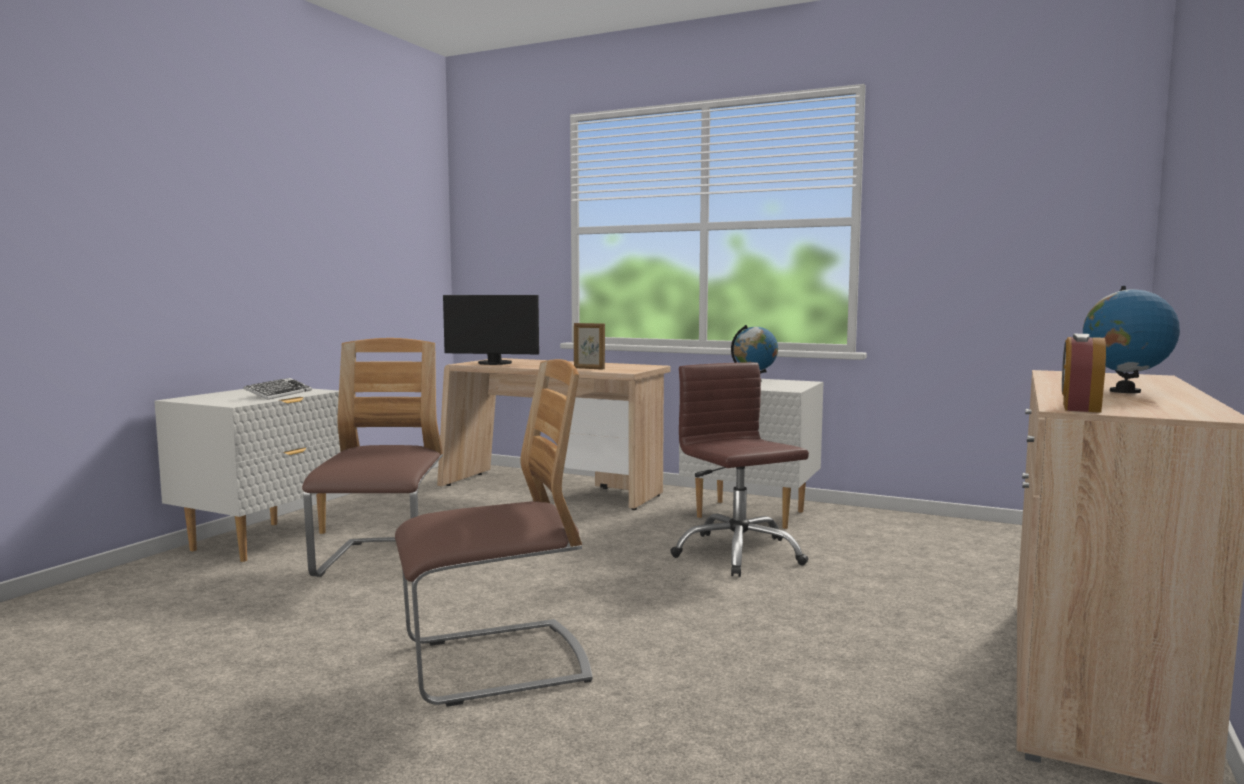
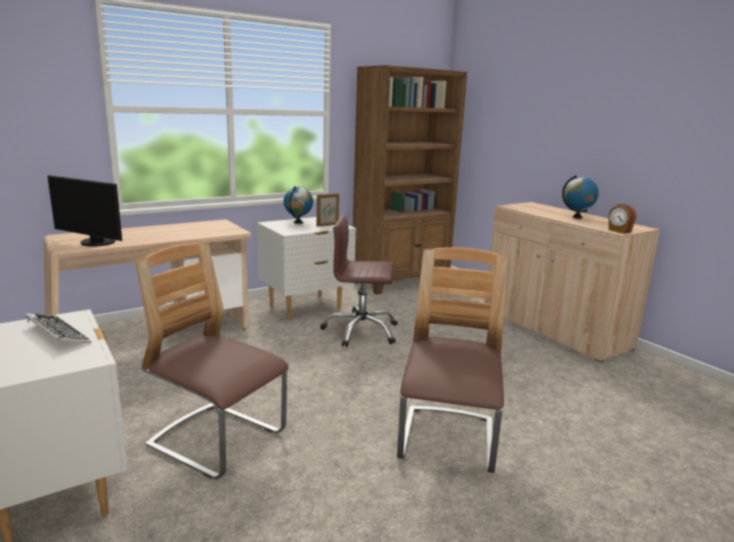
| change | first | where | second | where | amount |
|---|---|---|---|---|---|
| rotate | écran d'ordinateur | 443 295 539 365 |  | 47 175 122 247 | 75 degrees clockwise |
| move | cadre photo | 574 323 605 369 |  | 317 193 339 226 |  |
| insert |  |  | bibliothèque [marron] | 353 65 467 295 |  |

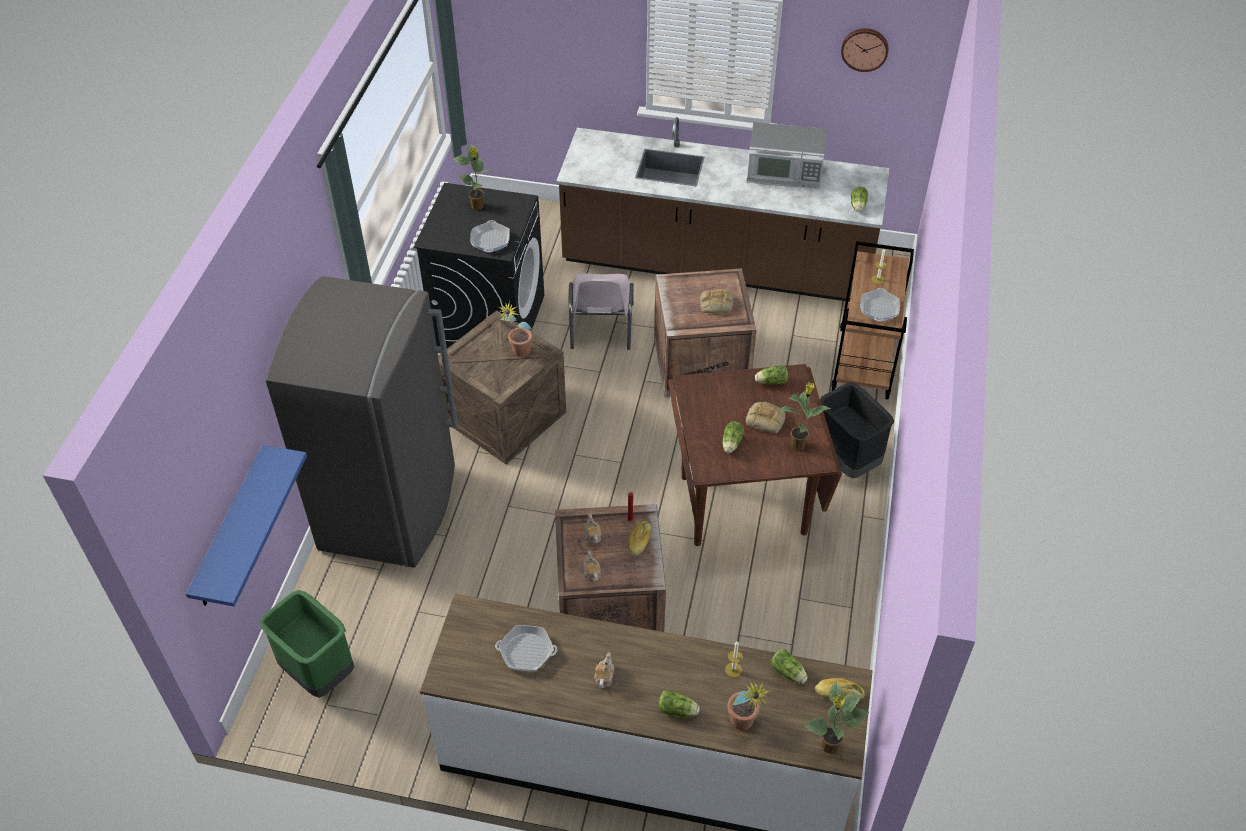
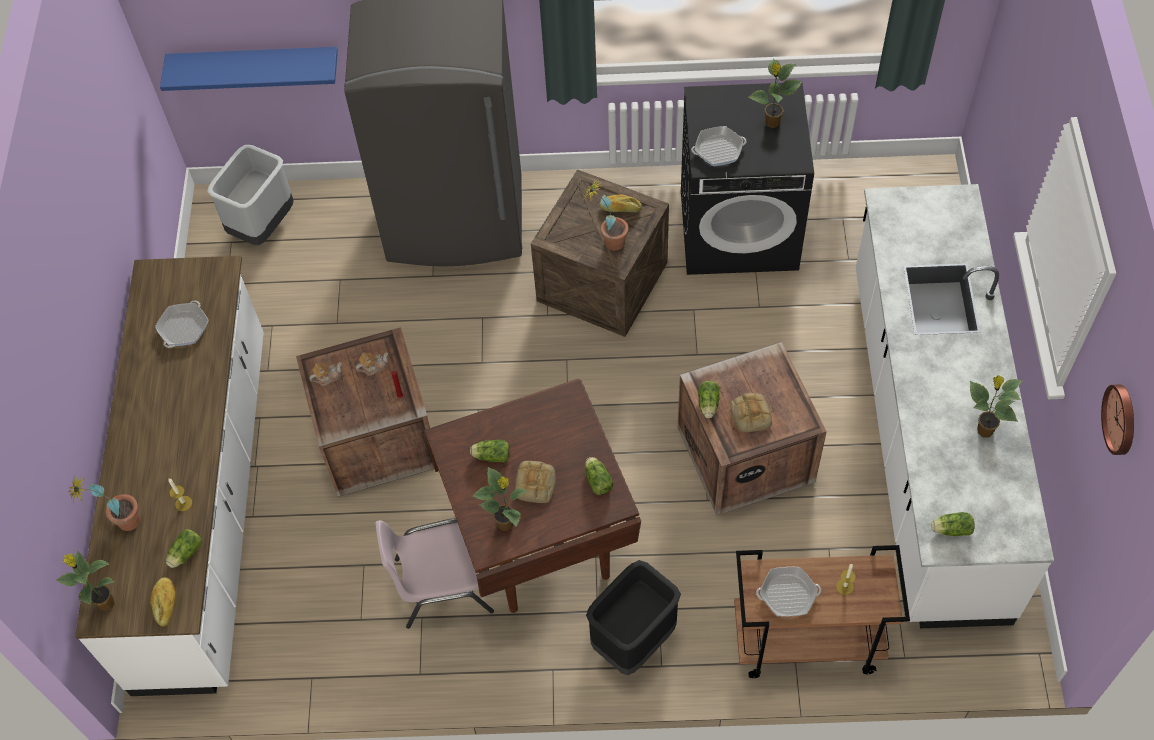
| change | first | where | second | where | amount |
|---|---|---|---|---|---|
| rotate | poêle | 495 625 557 671 |  | 155 300 209 348 | 150 degrees counterclockwise |
| recolor | poubelle [vert] | 259 590 354 698 | poubelle [gris] | 207 145 294 245 |  |
| move | chaise [rose] | 569 273 634 350 |  | 375 519 494 629 |  |
| move | pain | 628 521 651 556 |  | 599 194 642 212 |  |
| move | laitue | 658 690 700 717 |  | 698 381 720 418 |  |
| recolor | comptoir de cuisine [marron] | 556 117 889 302 | comptoir de cuisine [blanc] | 856 184 1054 628 |  |
| replace | micro-ondes | 747 122 827 190 | plante en pot | 970 375 1023 438 |  |
| delete | théière | 594 652 614 689 |  |  |  |

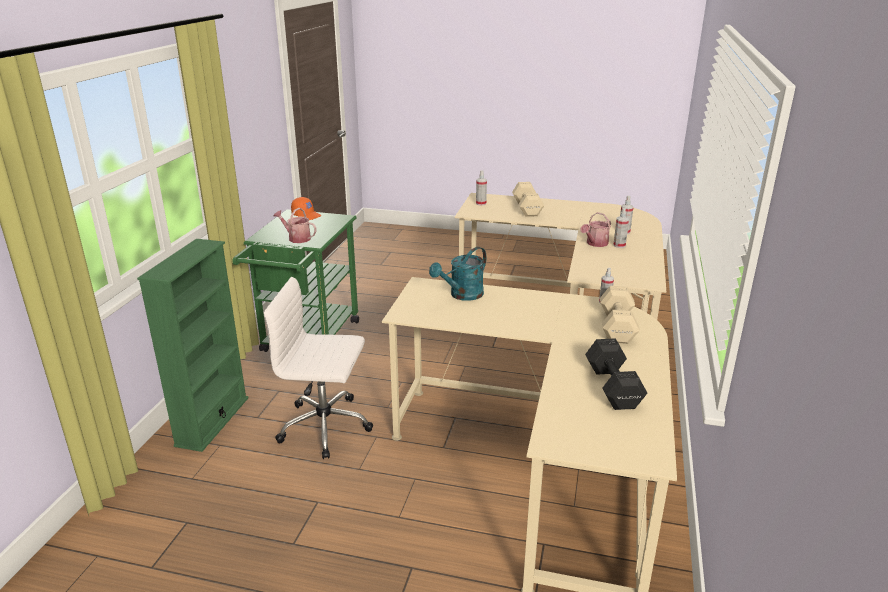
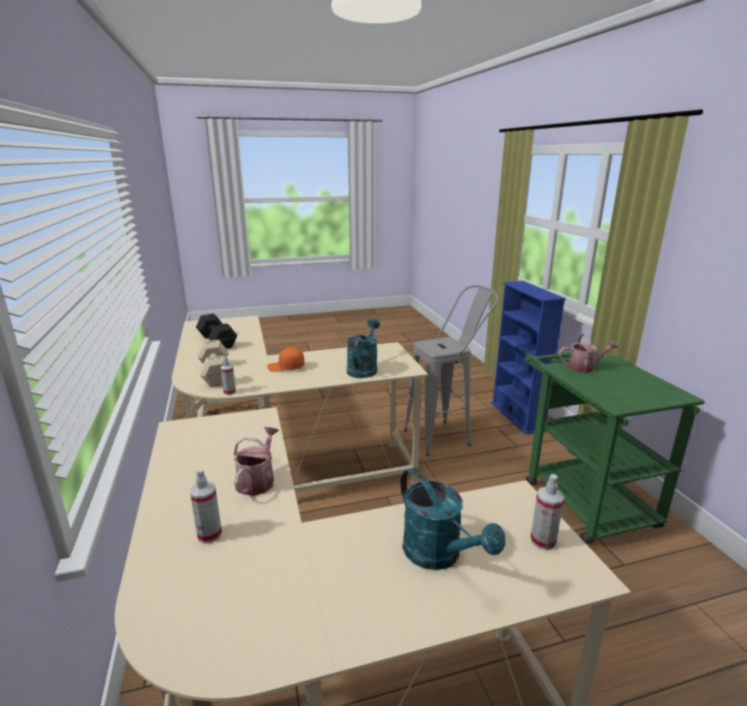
| change | first | where | second | where | amount |
|---|---|---|---|---|---|
| move | casquette [orange] | 291 197 321 220 |  | 267 347 304 372 |  |
| replace | haltère [beige] | 512 182 544 217 | arrosoir [turquoise] | 400 468 505 570 |  |
| replace | chaise de bureau [blanc] | 264 277 373 459 | tabouret [gris] | 404 285 498 456 |  |
| recolor | bibliothèque [vert] | 137 239 248 452 | bibliothèque [bleu] | 491 281 566 435 |  |
| delete | vaporisateur | 613 208 629 248 |  |  |  |

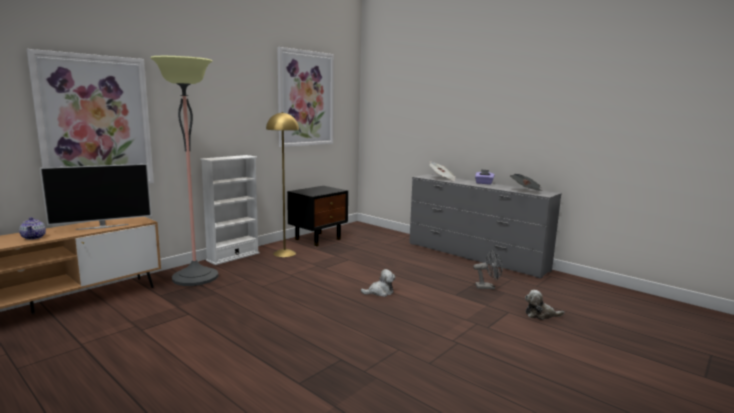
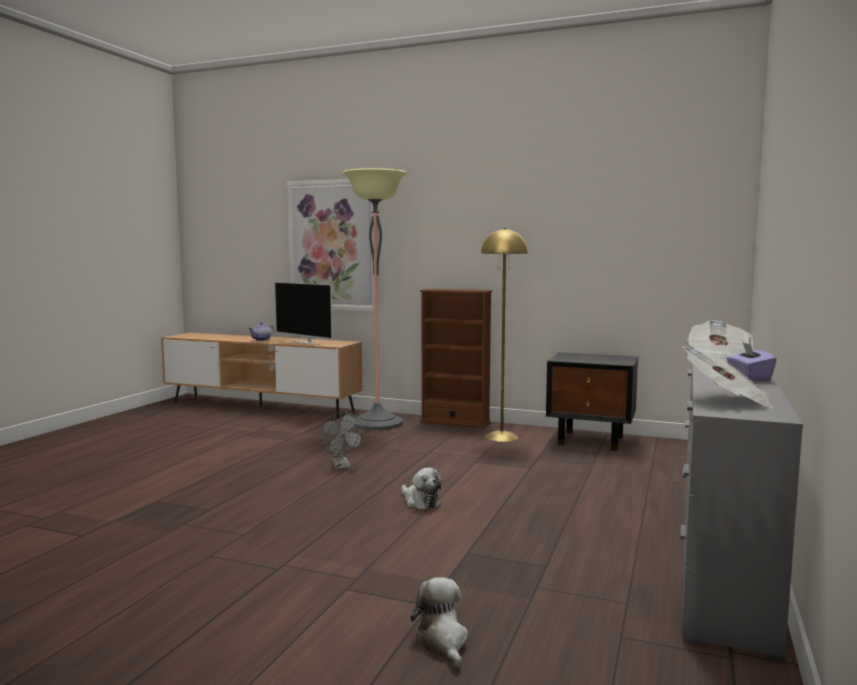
| change | first | where | second | where | amount |
|---|---|---|---|---|---|
| move | ventilateur [gris] | 473 250 502 289 |  | 320 412 364 470 |  |
| recolor | bibliothèque [blanc] | 200 155 260 265 | bibliothèque [marron] | 420 289 492 428 |  |
| delete | tableau | 277 47 334 147 |  |  |  |

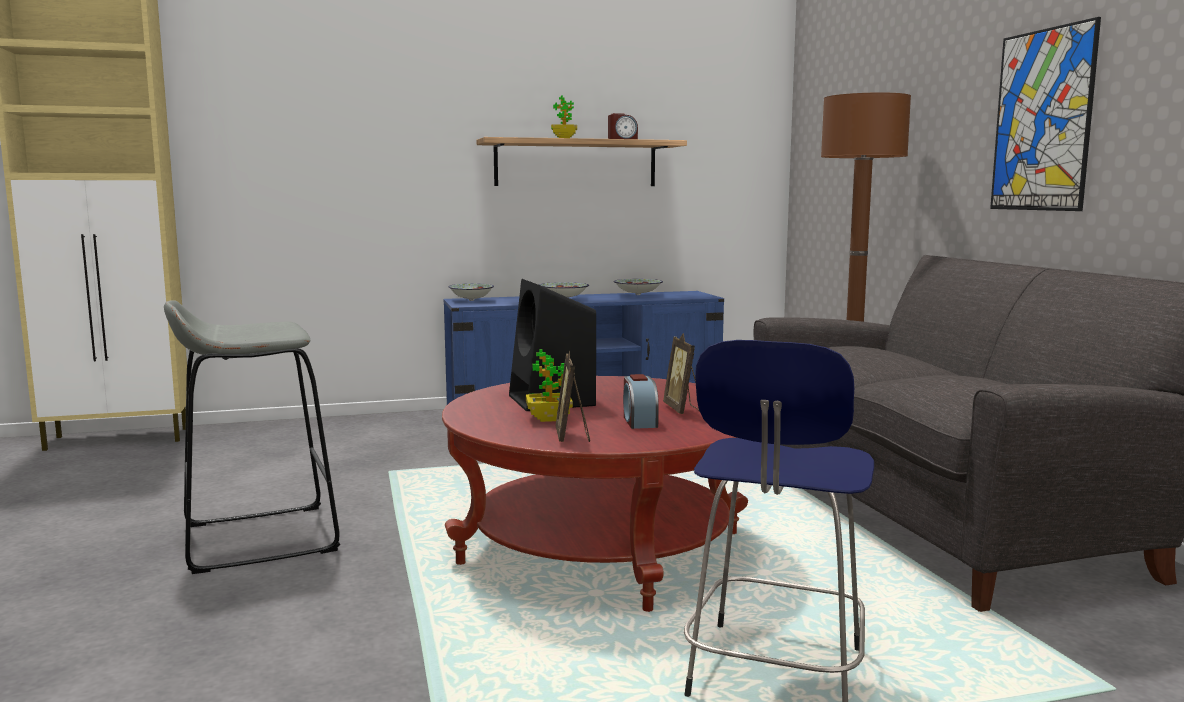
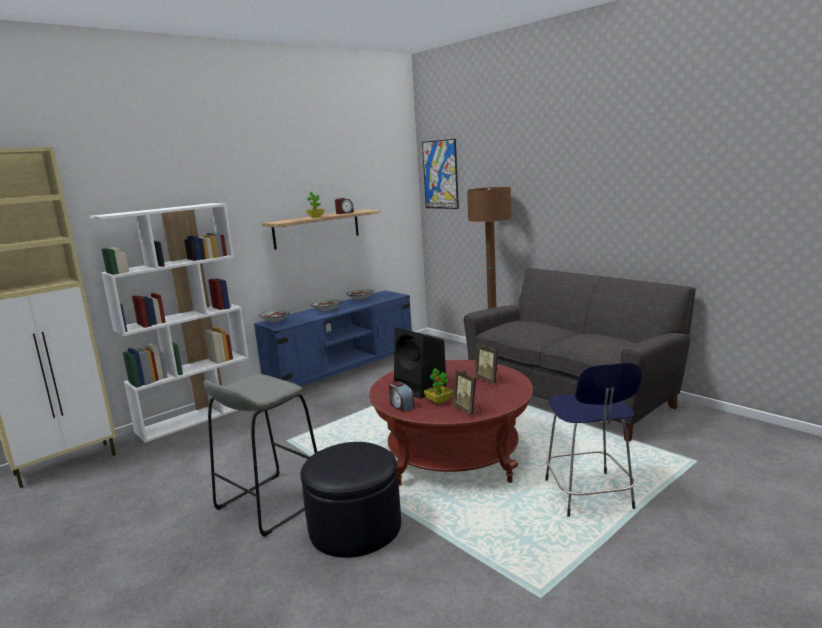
| change | first | where | second | where | amount |
|---|---|---|---|---|---|
| insert |  |  | bibliothèque [blanc] | 90 203 249 443 |  |
| insert |  |  | pouf [noir] | 300 442 401 558 |  |
| move | réveil | 623 374 659 429 |  | 389 381 414 412 |  |
| move | tableau | 990 17 1101 211 |  | 422 139 459 209 |  |

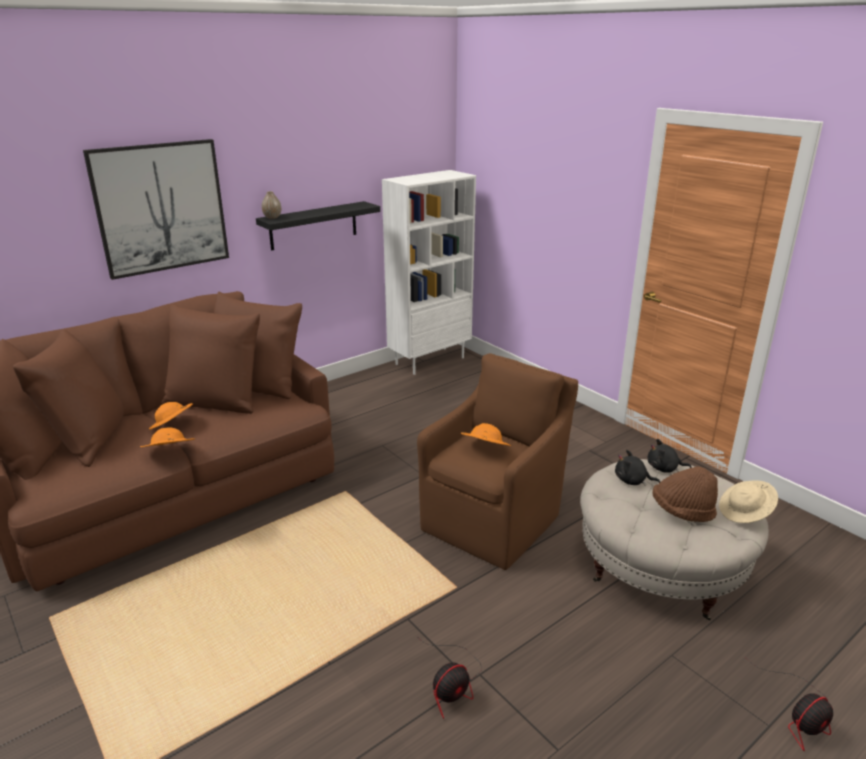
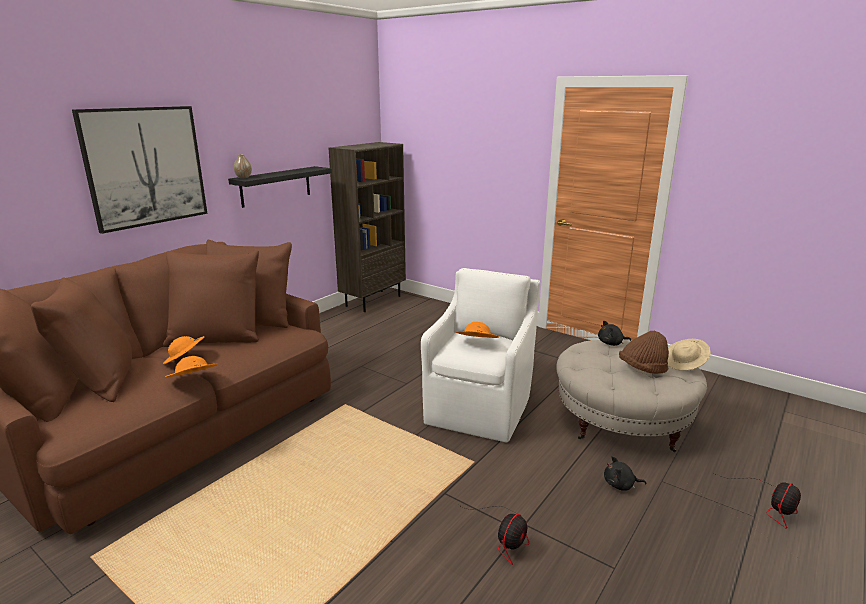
| change | first | where | second | where | amount |
|---|---|---|---|---|---|
| recolor | bibliothèque [blanc] | 382 170 476 375 | bibliothèque [marron] | 328 142 406 312 |  |
| recolor | fauteuil [marron] | 417 353 578 570 | fauteuil [blanc] | 421 268 541 443 |  |
| move | peluche [noir] | 615 450 660 486 |  | 604 456 647 491 |  |

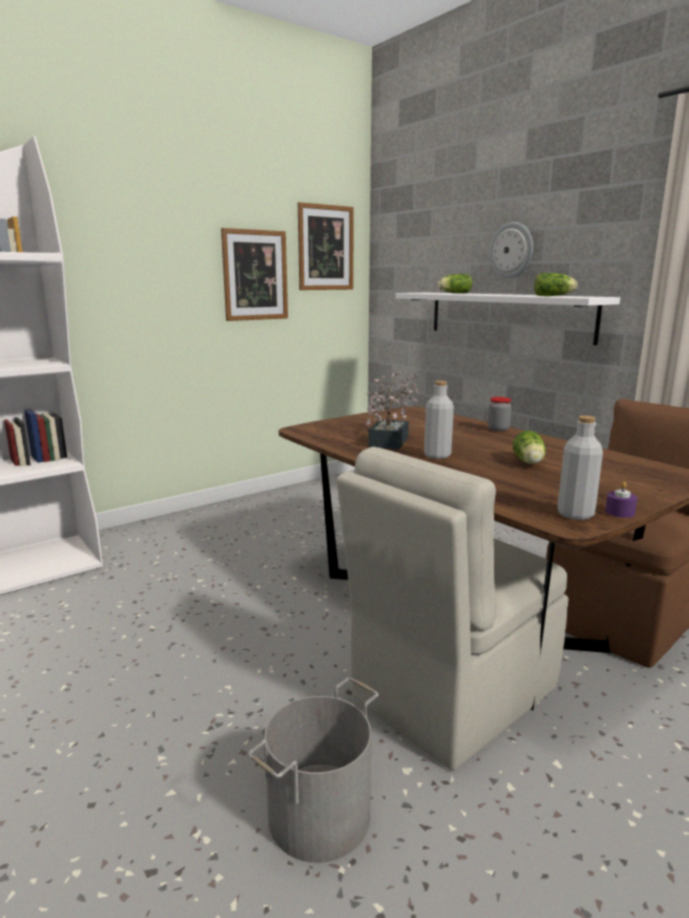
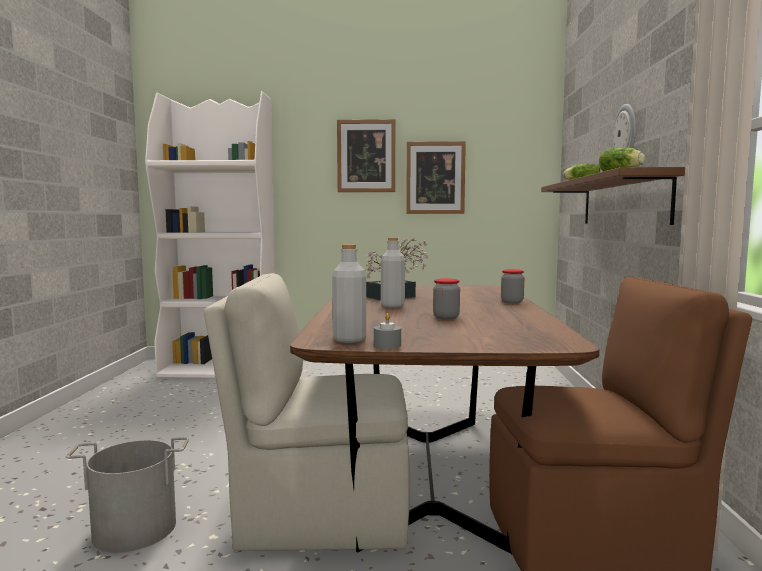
| change | first | where | second | where | amount |
|---|---|---|---|---|---|
| move | tableau | 298 202 354 290 |  | 337 119 395 192 |  |
| recolor | bougie [violet] | 605 481 637 518 | bougie [gris] | 374 313 401 349 |  |
| replace | laitue | 513 430 546 464 | bocal | 433 278 460 320 |  |
| recolor | étagère [blanc] | 396 293 620 345 | étagère [marron] | 541 167 685 225 |  |

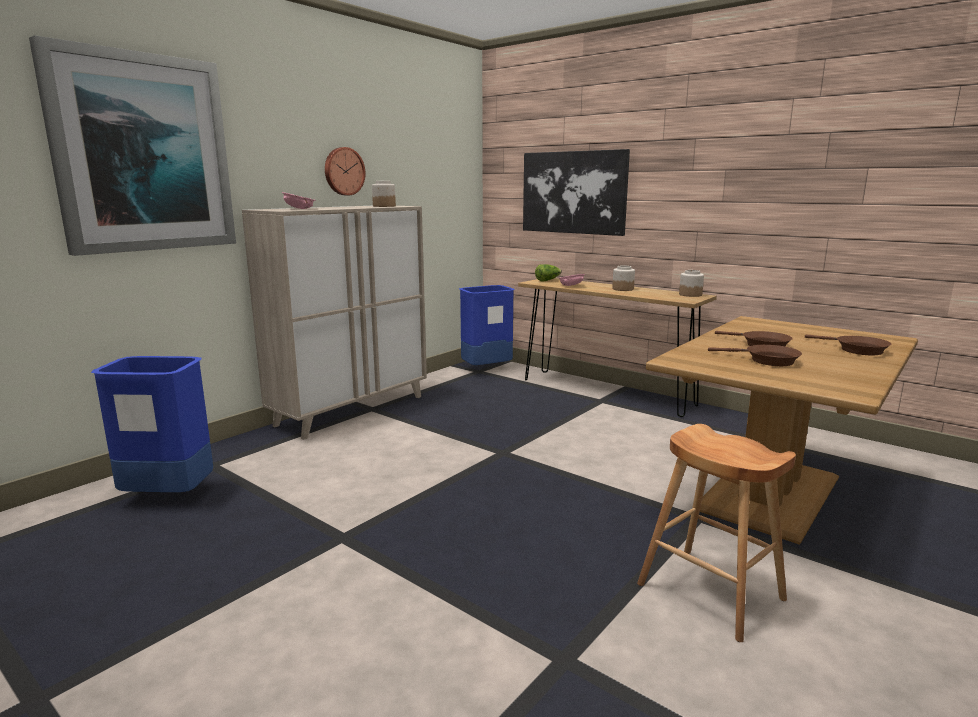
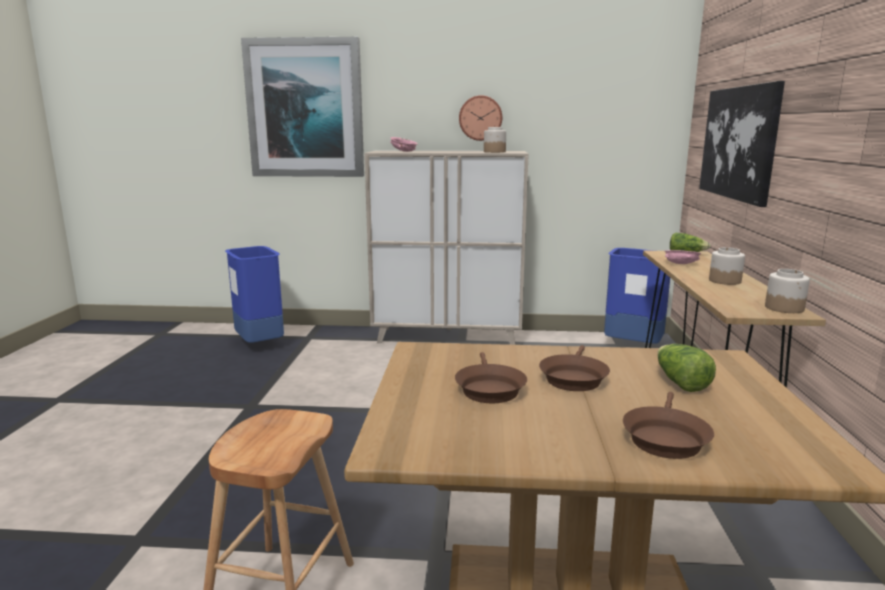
| change | first | where | second | where | amount |
|---|---|---|---|---|---|
| insert |  |  | laitue | 658 344 716 392 |  |

